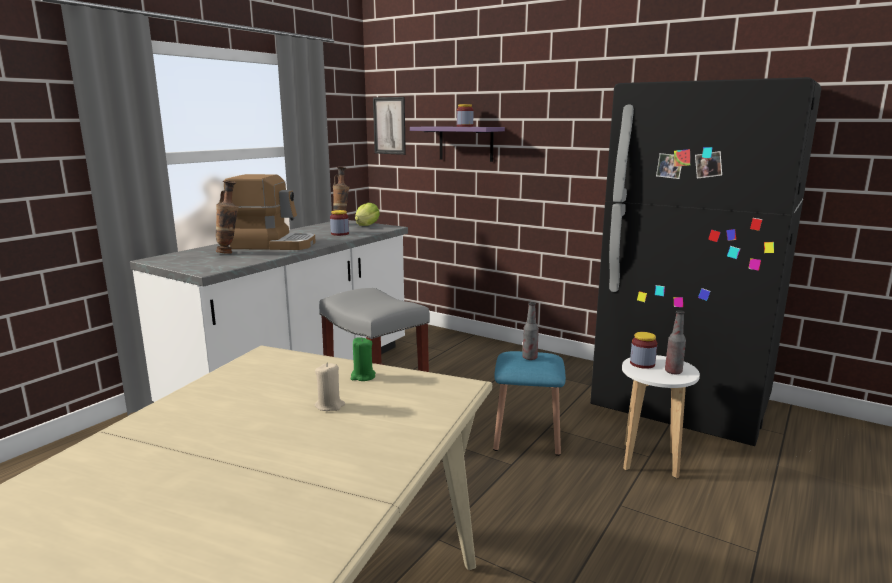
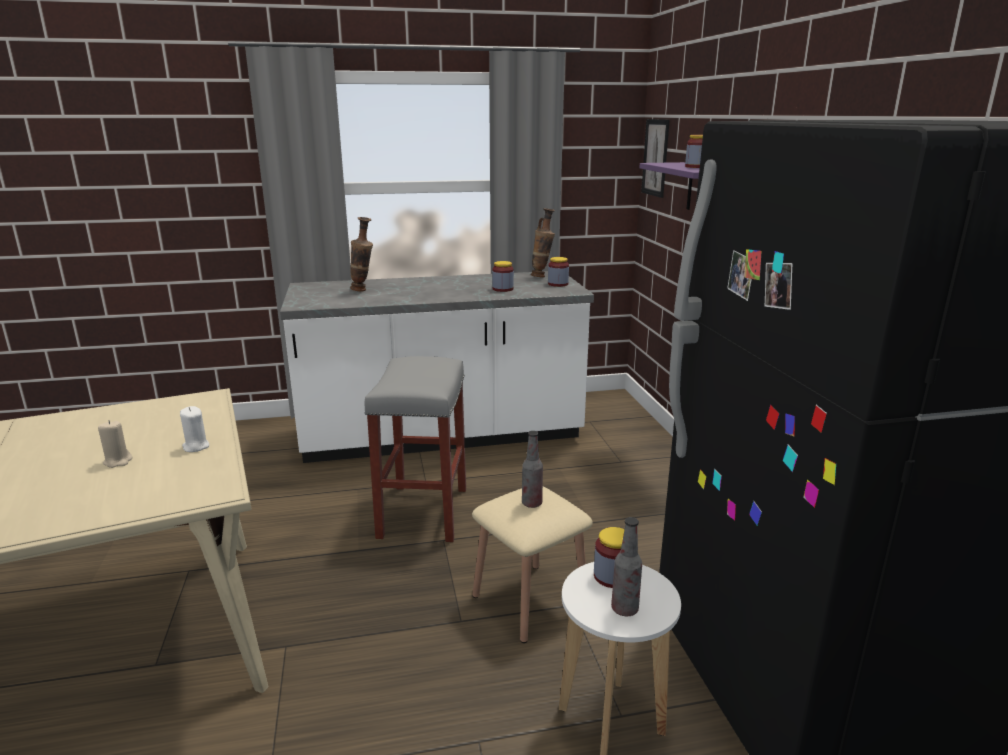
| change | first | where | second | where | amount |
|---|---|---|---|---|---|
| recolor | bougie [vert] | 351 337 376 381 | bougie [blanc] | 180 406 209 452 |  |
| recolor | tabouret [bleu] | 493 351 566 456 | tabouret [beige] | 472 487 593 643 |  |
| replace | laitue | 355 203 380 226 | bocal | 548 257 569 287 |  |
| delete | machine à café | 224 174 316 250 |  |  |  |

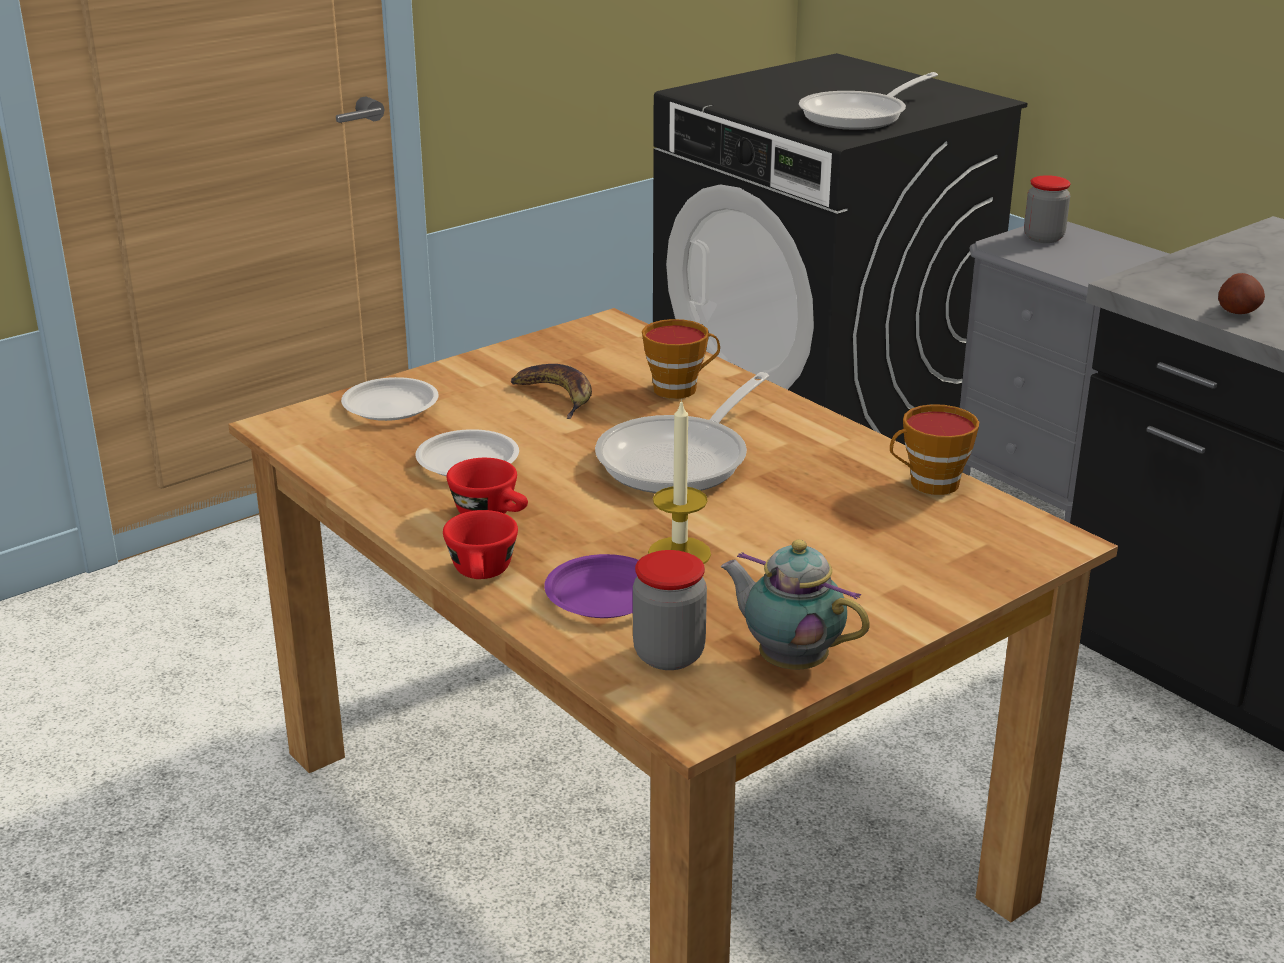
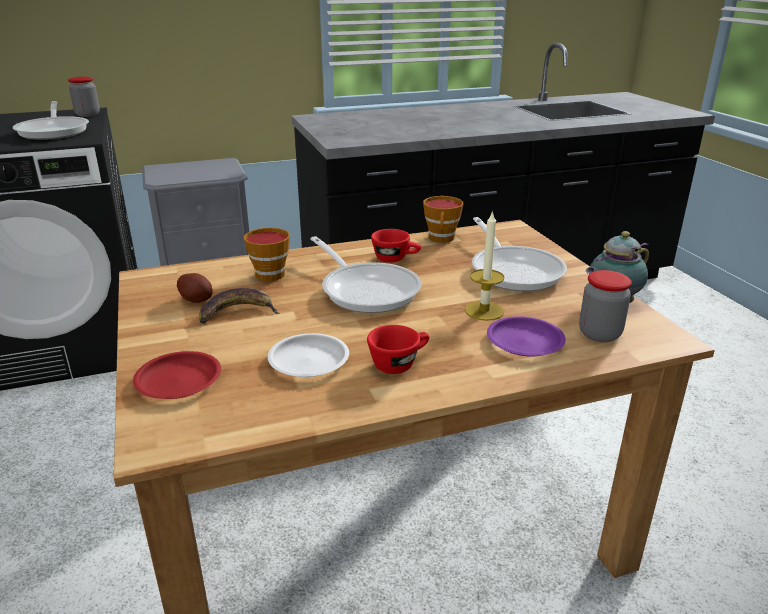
| change | first | where | second | where | amount |
|---|---|---|---|---|---|
| move | bocal | 1024 175 1070 243 |  | 68 77 100 117 |  |
| recolor | assiette [blanc] | 341 377 439 421 | assiette [rouge] | 133 351 221 399 |  |
| move | pomme de terre | 1218 273 1265 314 |  | 177 273 213 303 |  |
| move | tasse [rouge] | 443 510 518 579 |  | 371 229 421 262 |  |
| insert |  |  | poêle | 472 217 567 291 |  |

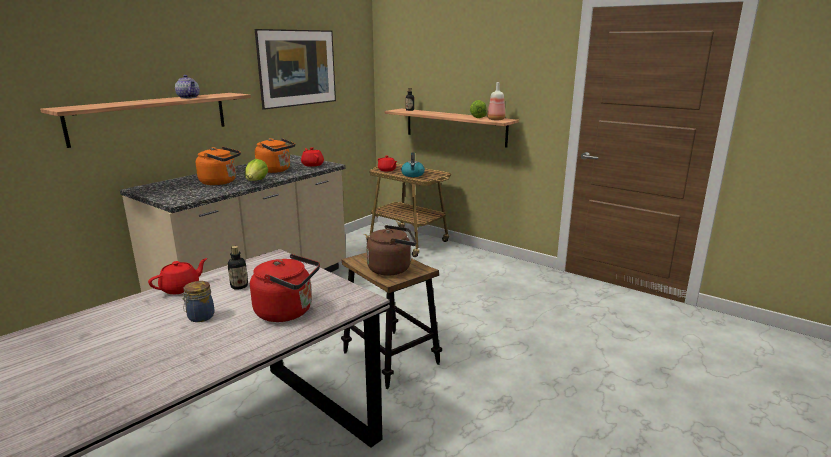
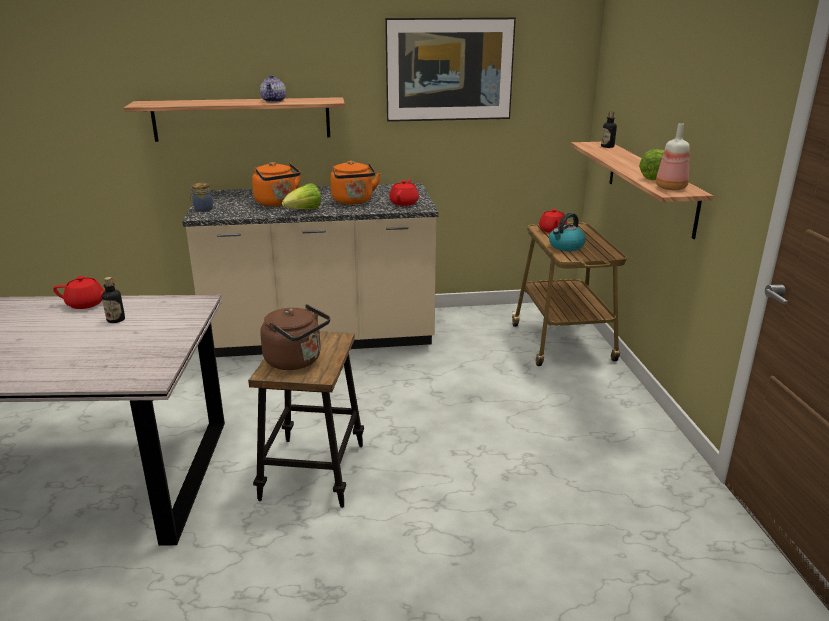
| change | first | where | second | where | amount |
|---|---|---|---|---|---|
| move | bocal | 182 281 215 322 |  | 189 183 213 212 |  |
| delete | bouilloire [rouge] | 250 254 320 322 |  |  |  |

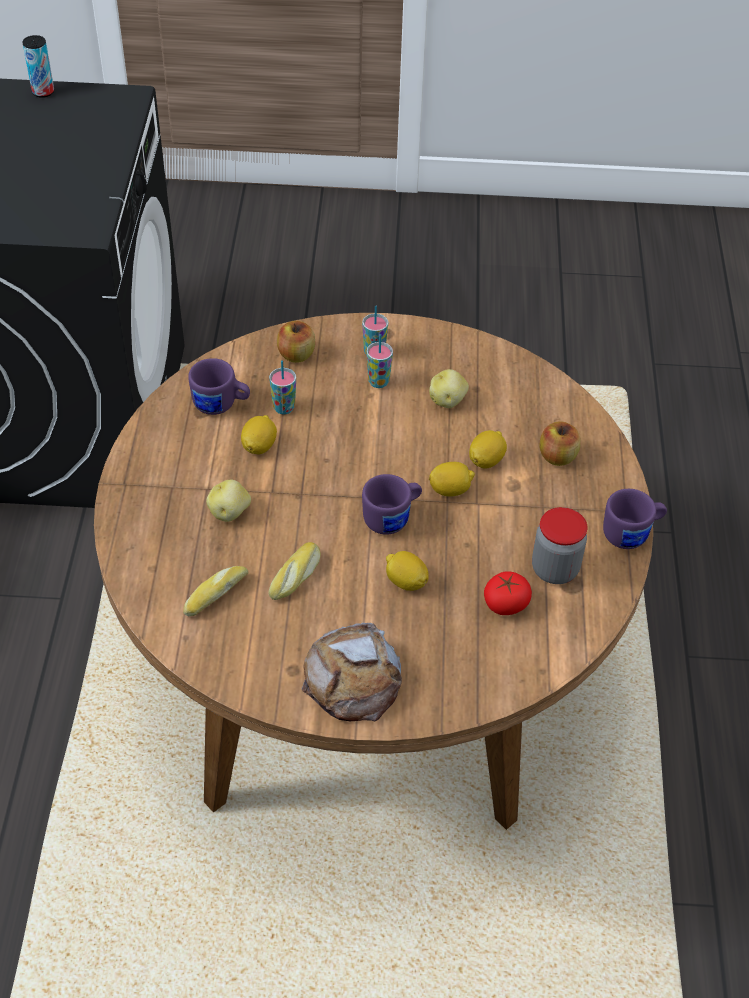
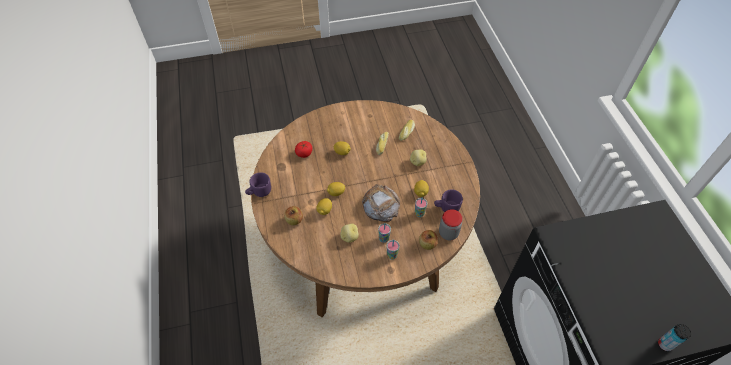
| change | first | where | second | where | amount |
|---|---|---|---|---|---|
| move | pain | 302 623 402 721 |  | 362 184 400 222 |  |
| move | bocal | 532 507 587 584 |  | 439 209 463 240 |  |
| delete | mug [violet] | 362 474 422 535 |  |  |  |

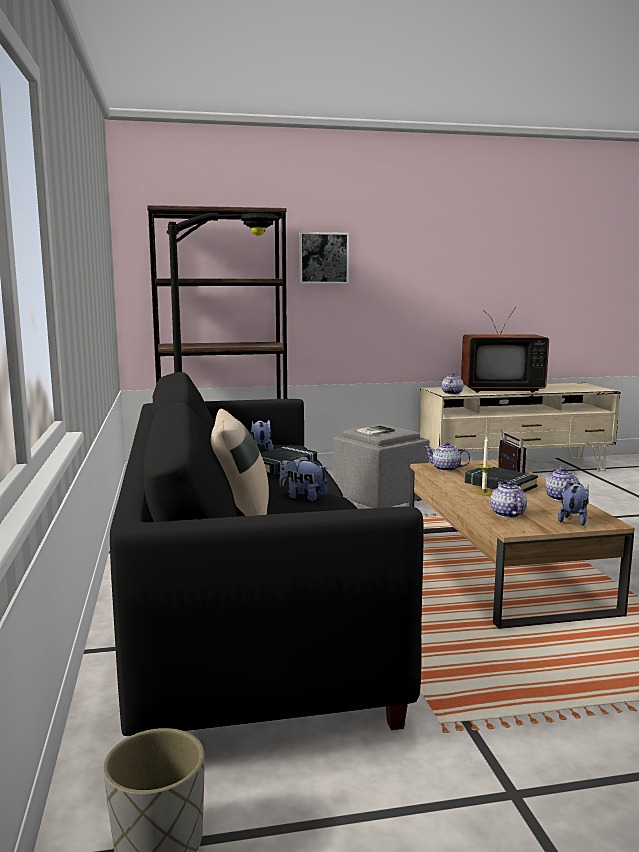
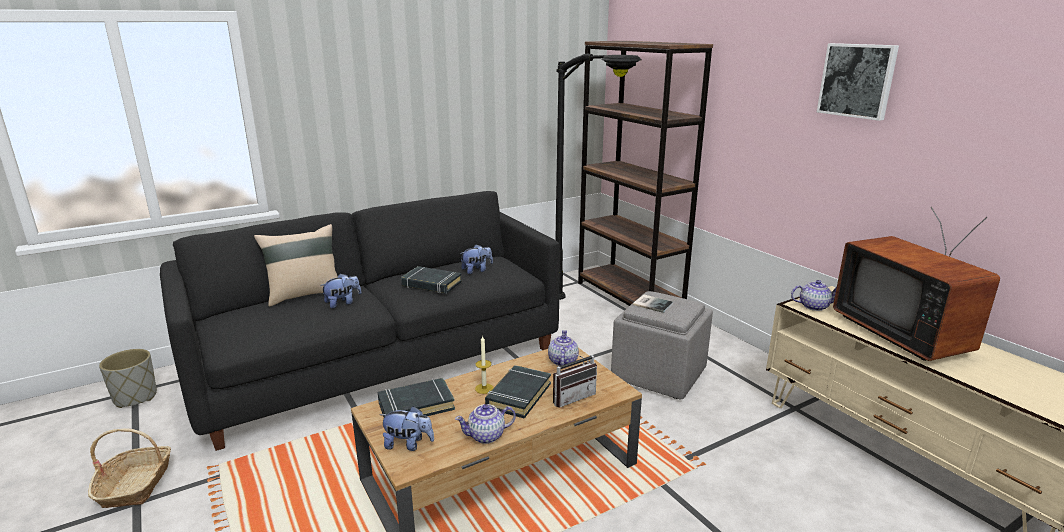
| change | first | where | second | where | amount |
|---|---|---|---|---|---|
| insert |  |  | panier | 88 429 171 508 |  |
| rotate | peluche | 280 456 327 501 |  | 320 274 361 309 | 45 degrees clockwise |
| replace | théière | 490 481 527 518 | livre [noir] | 378 378 455 417 |  |
| move | tableau | 299 232 349 283 |  | 817 43 899 121 |  |

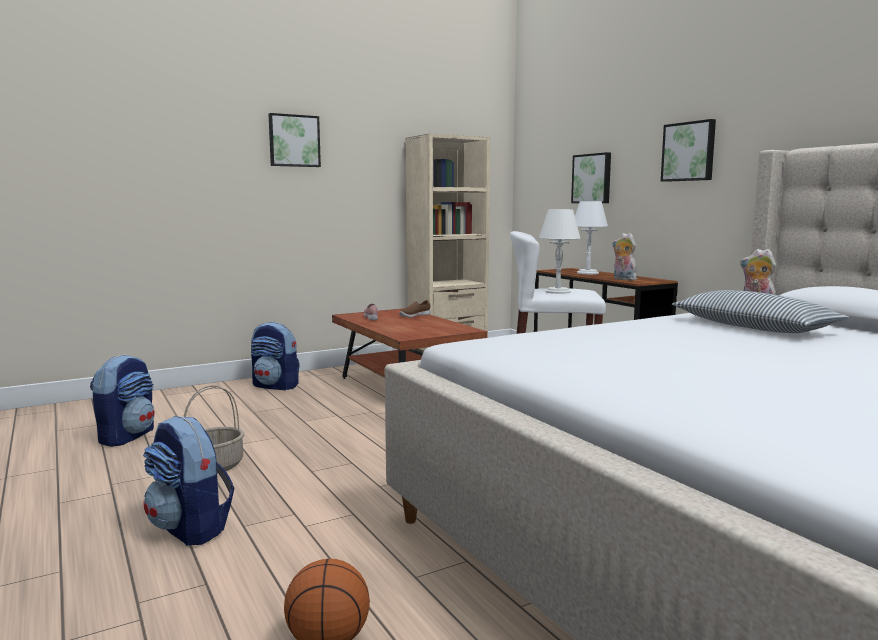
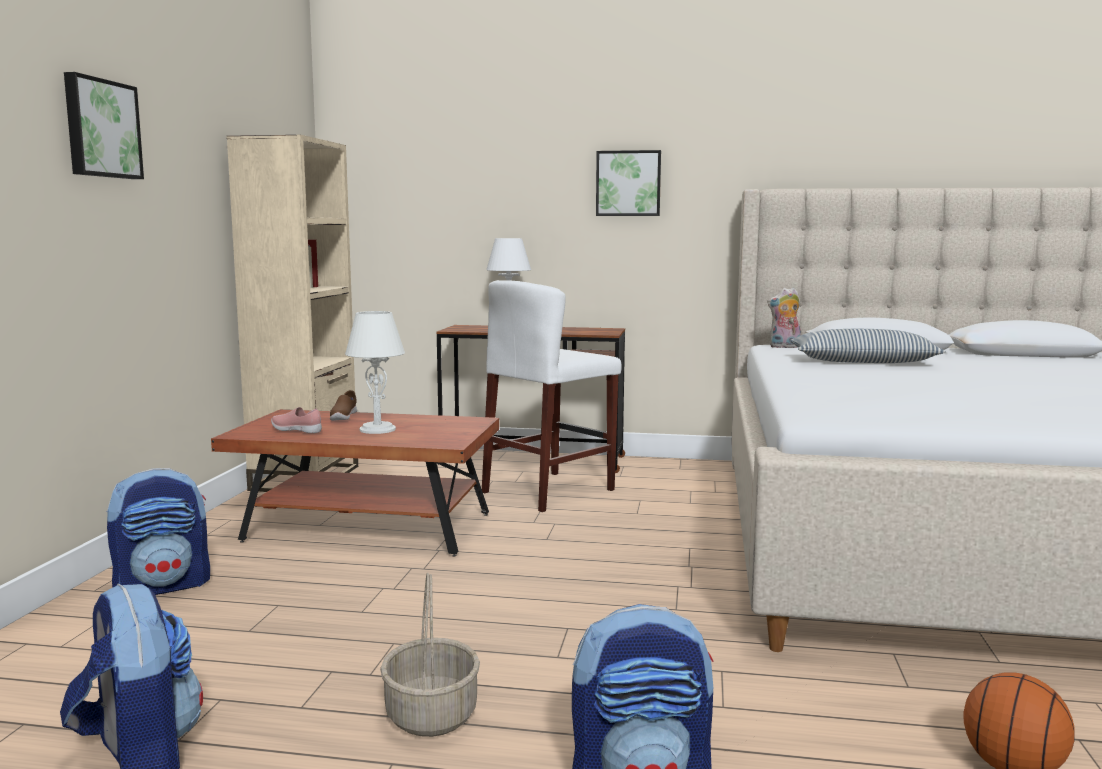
| change | first | where | second | where | amount |
|---|---|---|---|---|---|
| move | lampe de table [blanc] | 539 209 580 294 |  | 345 311 405 434 |  |
| delete | tableau | 571 152 611 203 |  |  |  |
| delete | peluche | 612 233 637 281 |  |  |  |

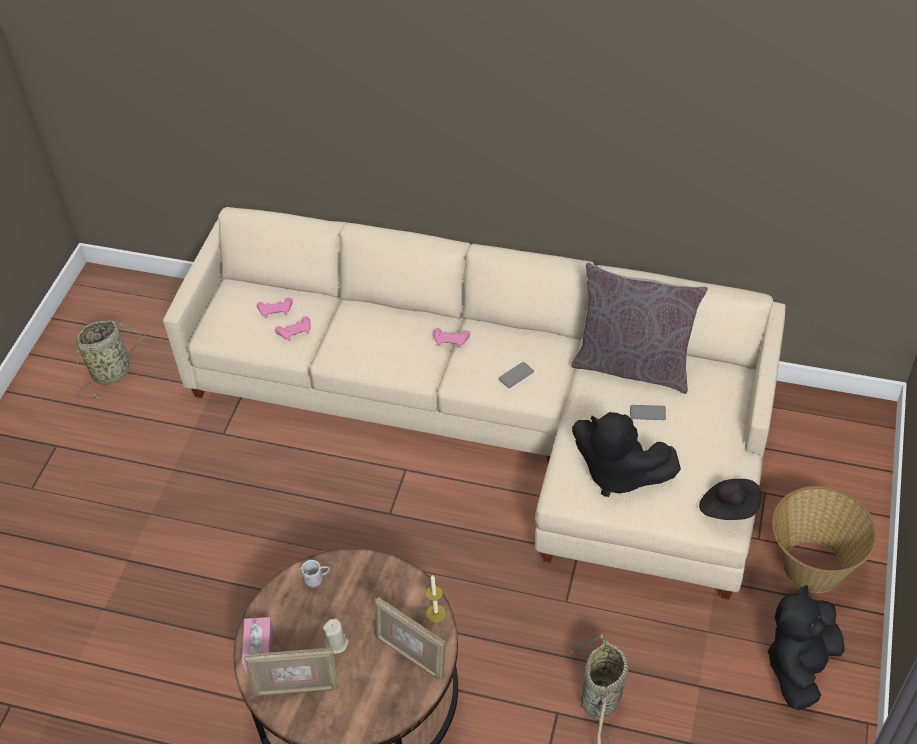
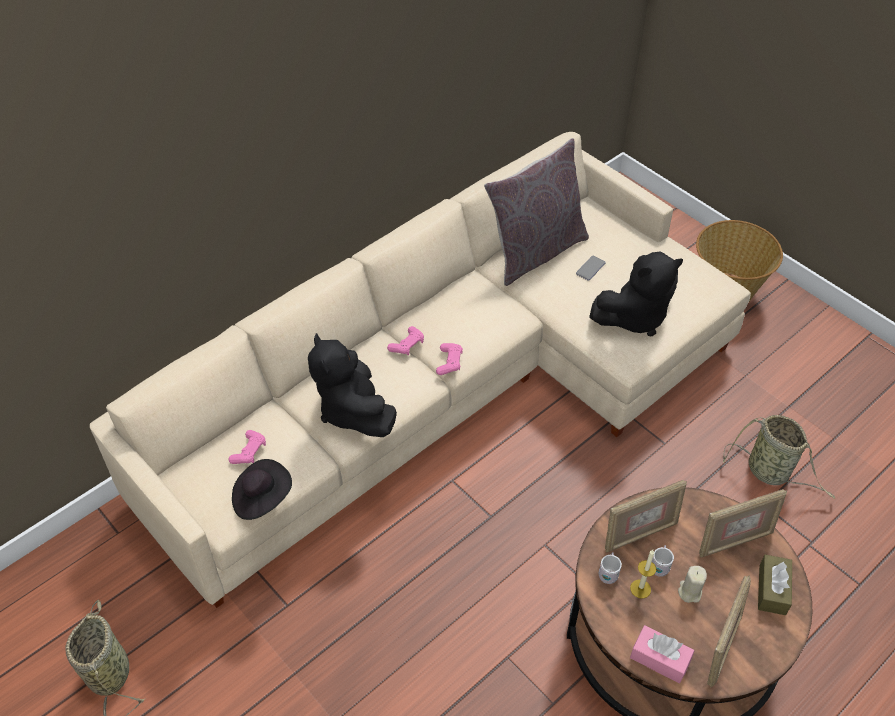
| change | first | where | second | where | amount |
|---|---|---|---|---|---|
| move | chapeau [noir] | 699 479 761 520 |  | 232 459 292 520 |  |
| move | peluche [noir] | 767 585 844 711 |  | 308 333 397 437 |  |
| move | manette [rose] | 275 316 311 341 |  | 436 343 463 375 |  |
| insert |  |  | cadre photo | 605 480 687 552 |  |
| move | bougie | 426 575 446 623 |  | 630 550 656 599 |  |
| insert |  |  | mug [blanc] | 652 545 674 577 |  |
| insert |  |  | boîte à mouchoirs [marron] | 758 554 792 615 |  |
| delete | téléphone | 499 362 534 388 |  |  |  |

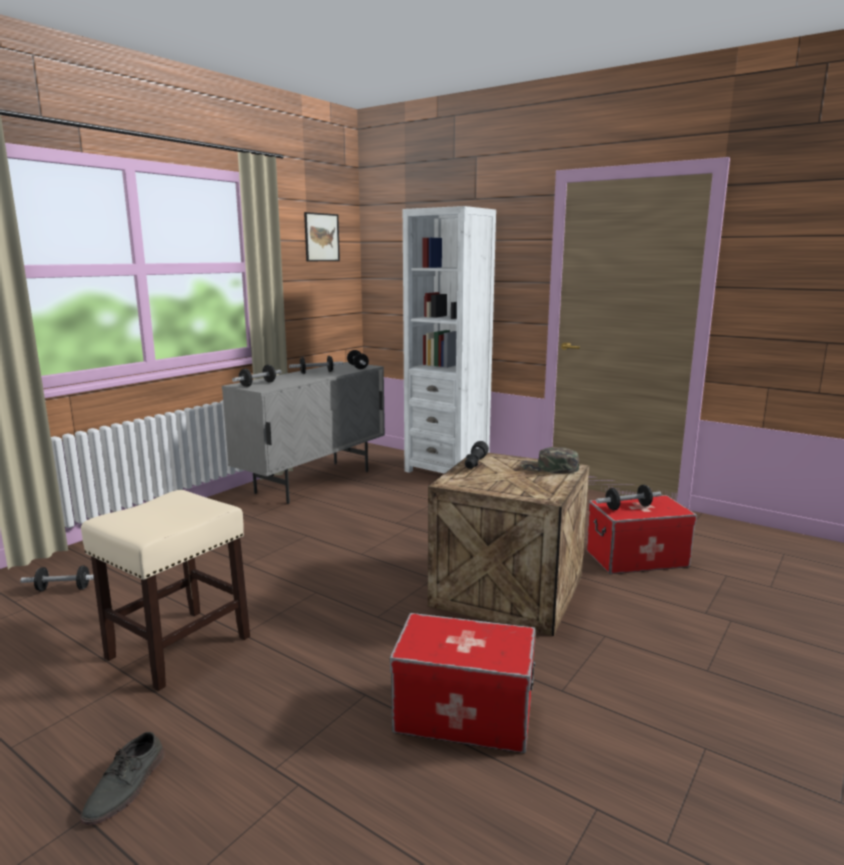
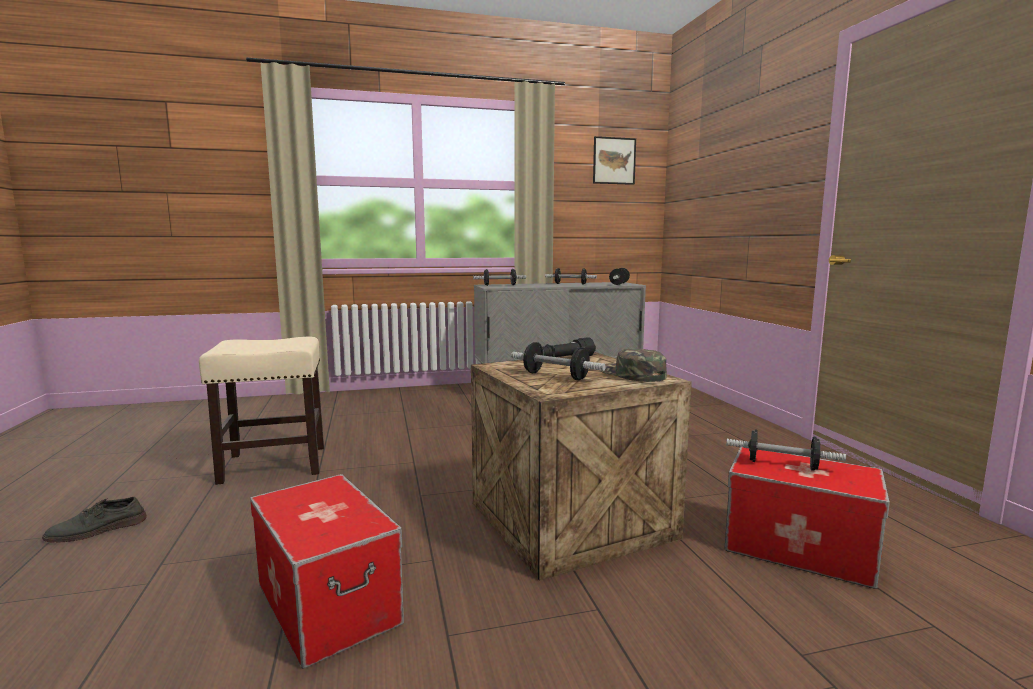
| change | first | where | second | where | amount |
|---|---|---|---|---|---|
| move | haltère | 20 566 94 591 |  | 511 342 606 380 |  |
| delete | bibliothèque [blanc] | 403 206 496 474 |  |  |  |

